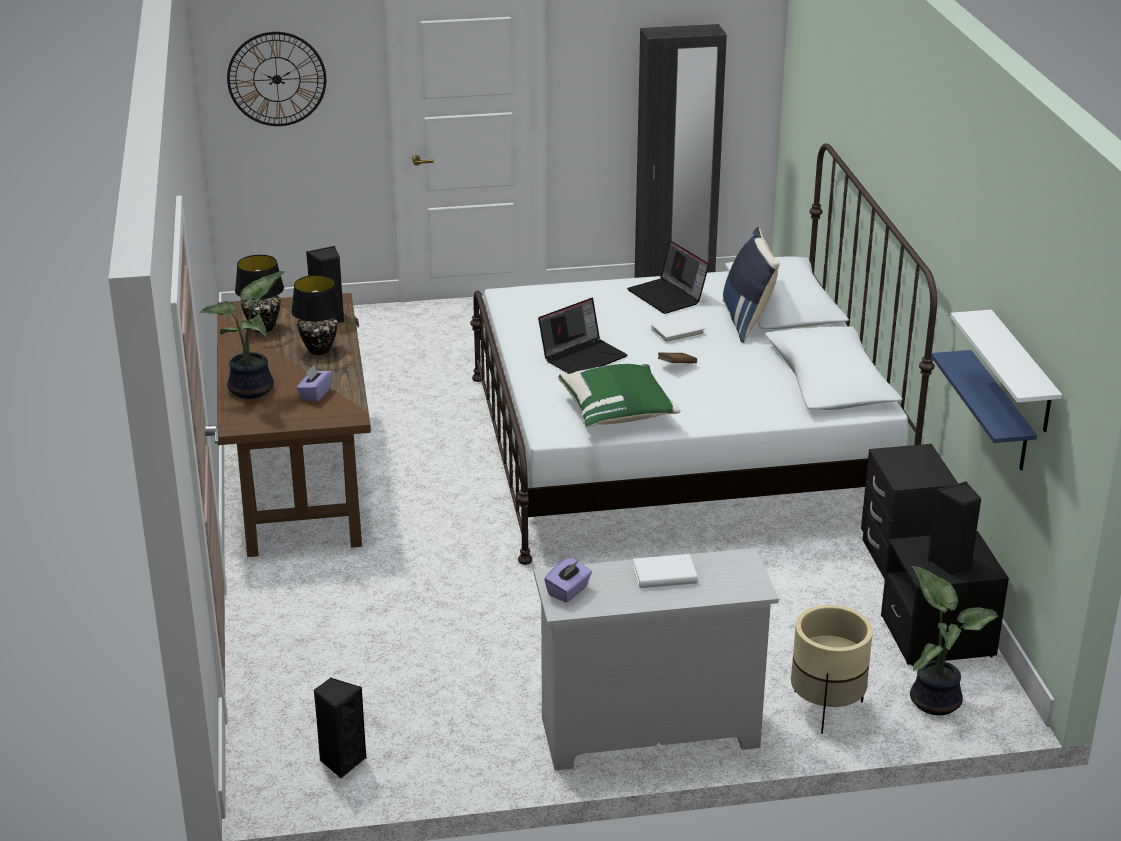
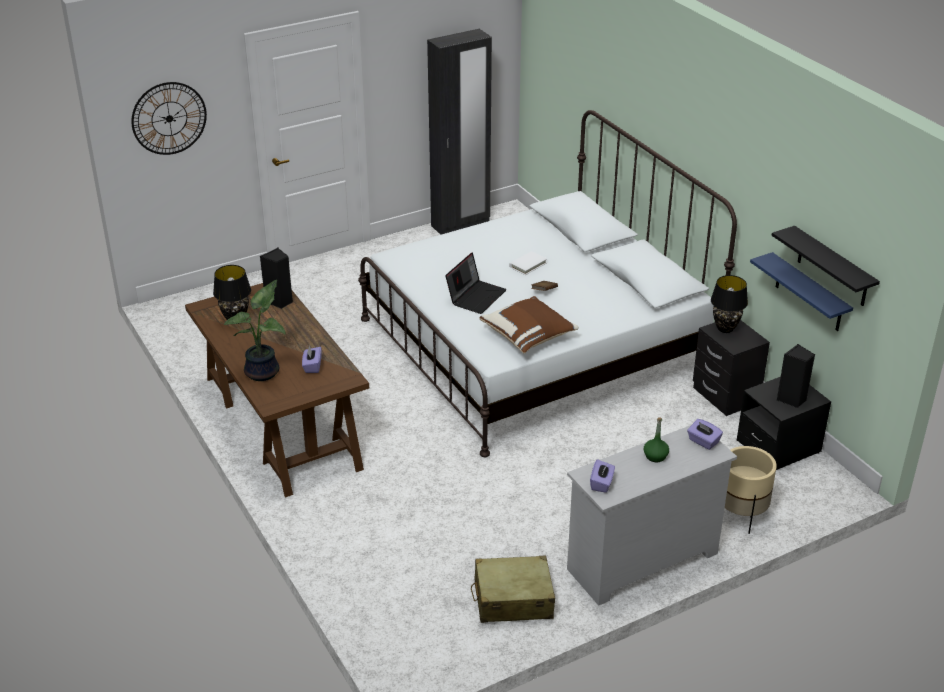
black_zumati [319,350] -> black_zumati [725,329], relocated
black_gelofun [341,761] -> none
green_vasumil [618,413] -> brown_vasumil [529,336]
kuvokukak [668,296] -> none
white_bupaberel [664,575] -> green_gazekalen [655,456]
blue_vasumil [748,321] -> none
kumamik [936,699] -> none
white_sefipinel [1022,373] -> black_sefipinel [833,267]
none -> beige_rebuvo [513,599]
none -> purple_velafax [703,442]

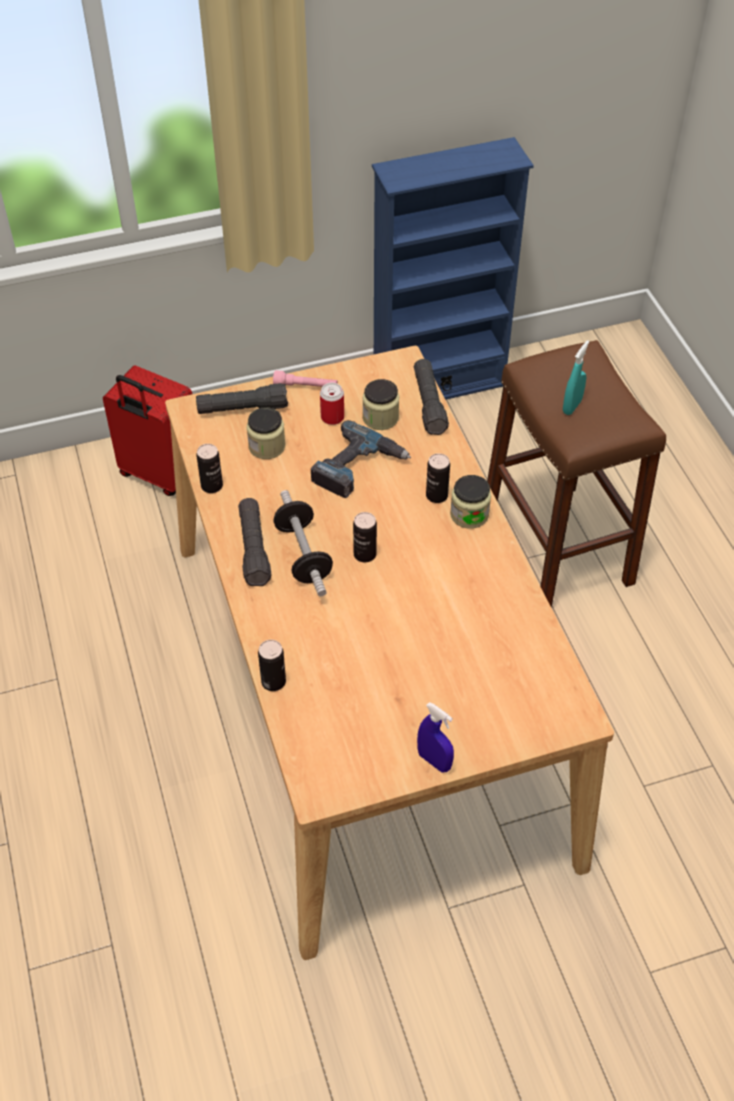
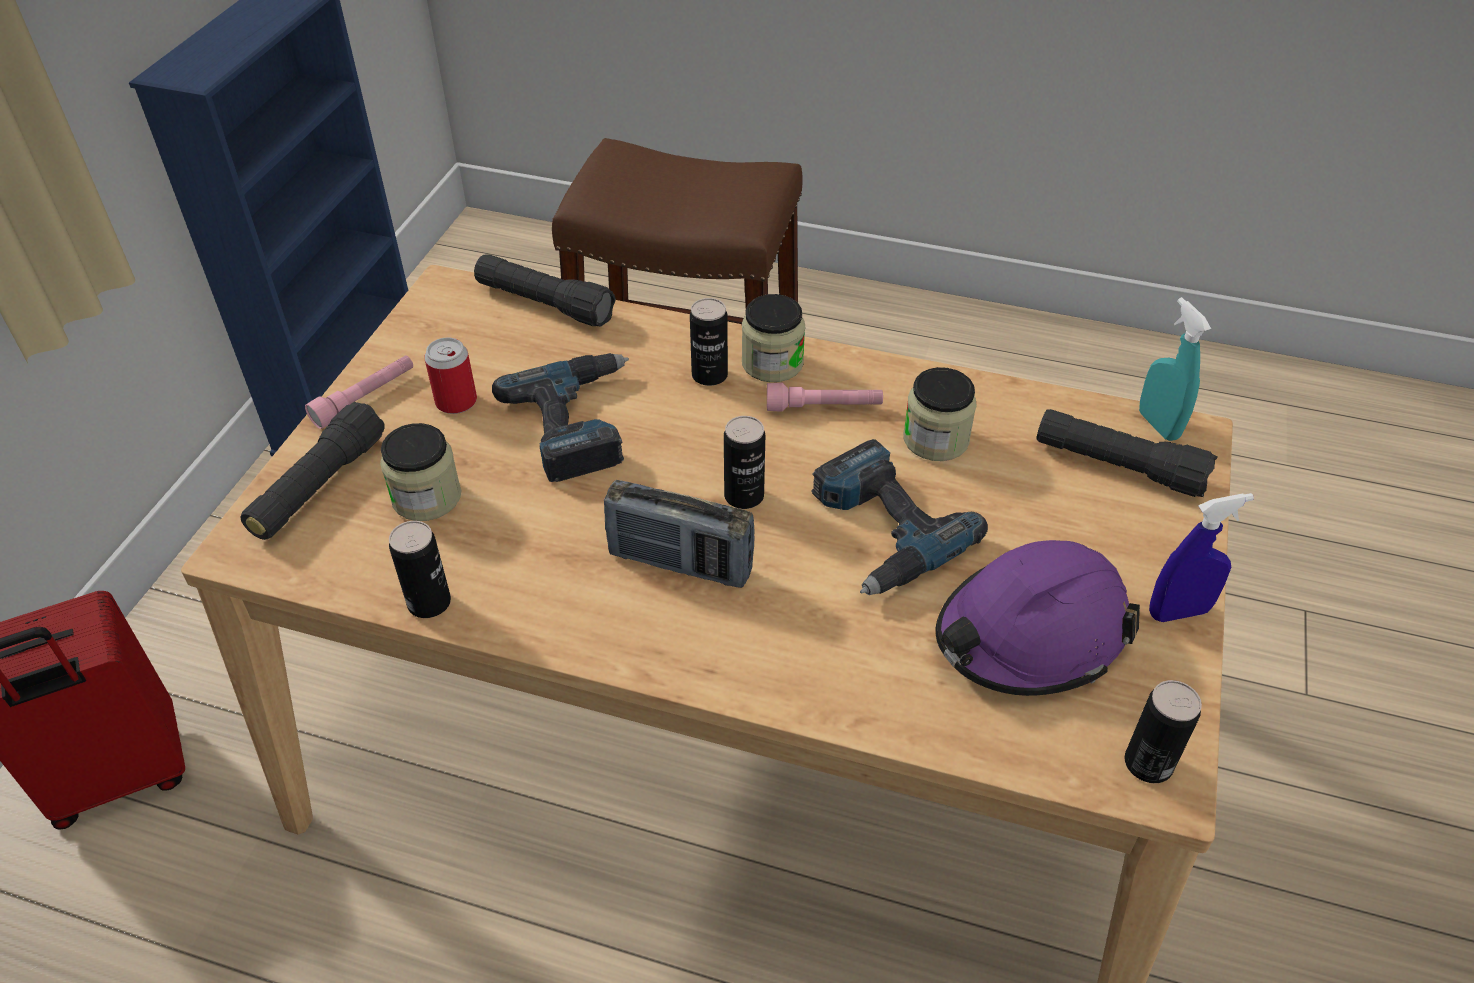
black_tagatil [253,549] -> black_tagatil [1118,466], relocated
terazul [273,681] -> terazul [1148,763], relocated
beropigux [303,554] -> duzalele [680,563]
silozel [380,418] -> silozel [935,439], relocated
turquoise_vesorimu [572,406] -> turquoise_vesorimu [1158,425], relocated
none -> pink_tagatil [824,407]
none -> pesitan [880,531]
none -> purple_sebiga [1030,635]

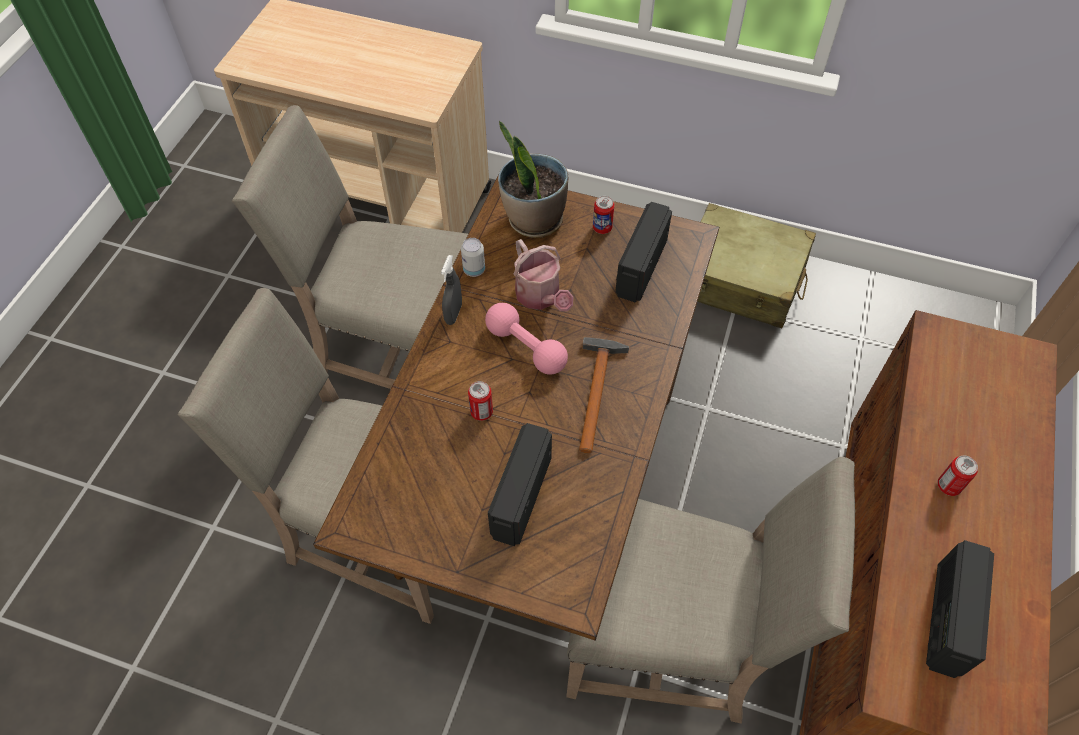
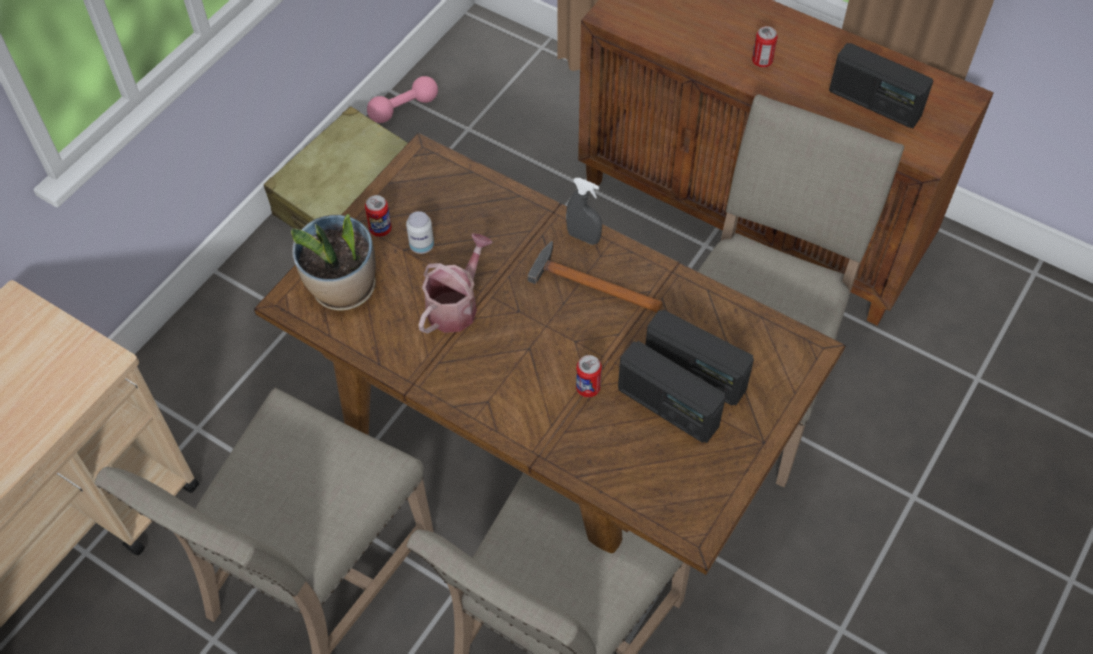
grey_vesorimu [453,314] -> grey_vesorimu [583,237], relocated
terazul [474,270] -> terazul [422,246], relocated
pink_beropigux [526,347] -> pink_beropigux [404,108], relocated
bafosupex [541,297] -> bafosupex [456,305], 45 degrees counterclockwise
duzalele [640,267] -> duzalele [667,407], relocated

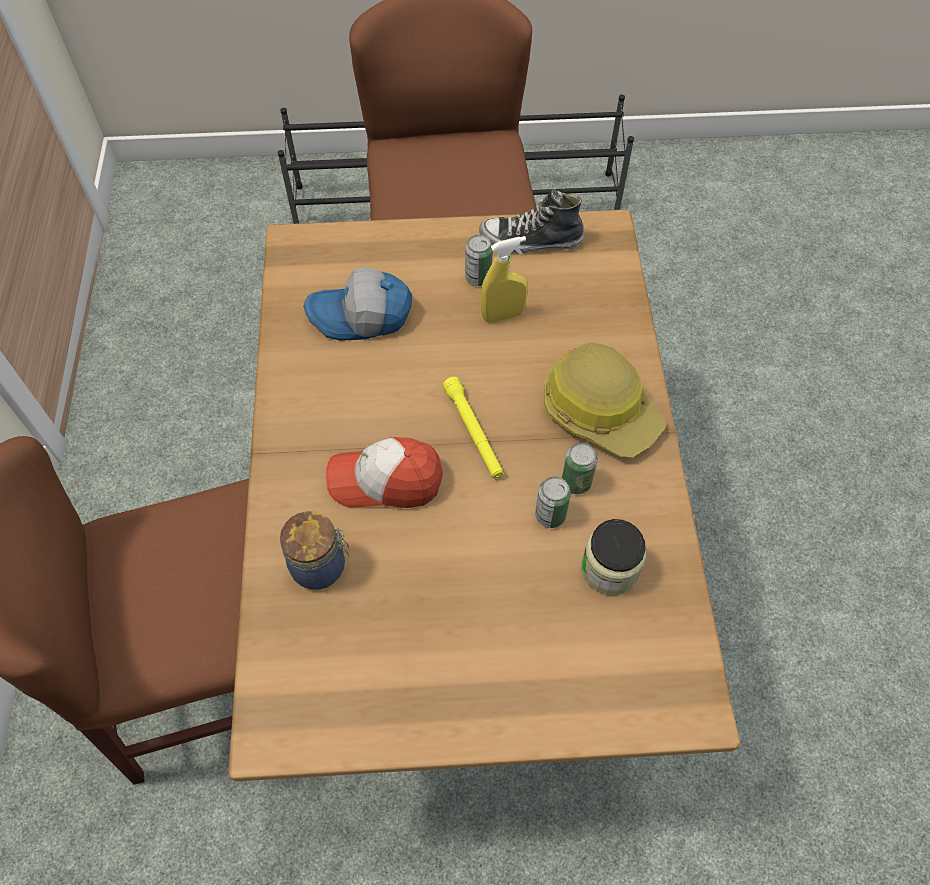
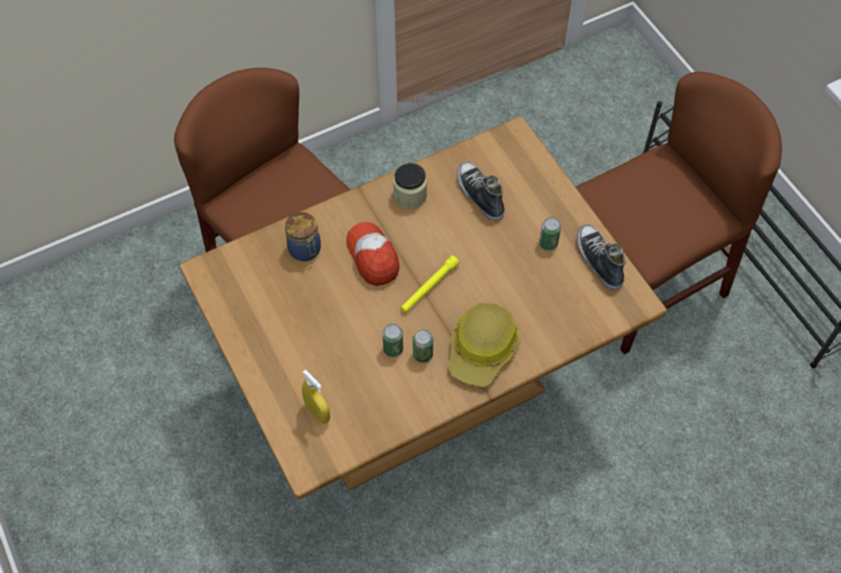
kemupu [361,317] -> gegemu [479,195]
yellow_vesorimu [503,315] -> yellow_vesorimu [317,412], relocated
silozel [609,569] -> silozel [410,196], relocated

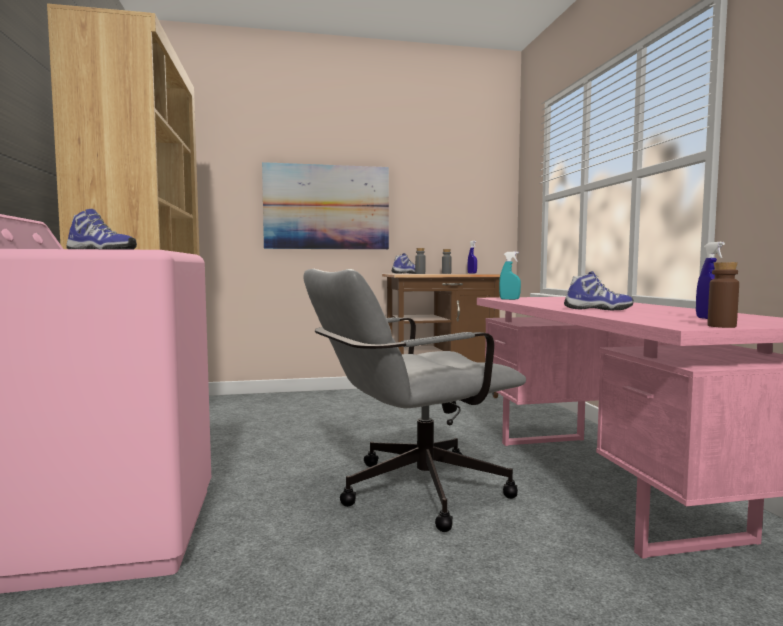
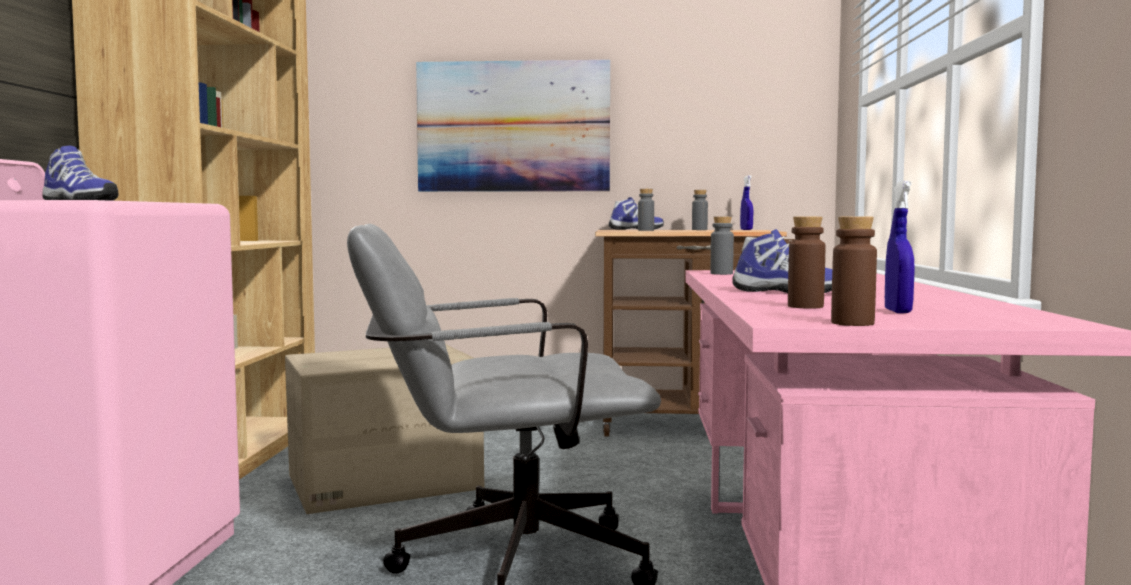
turquoise_vesorimu [509,299] -> grey_gazekalen [721,273]
none -> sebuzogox [384,483]
none -> brown_gazekalen [805,306]

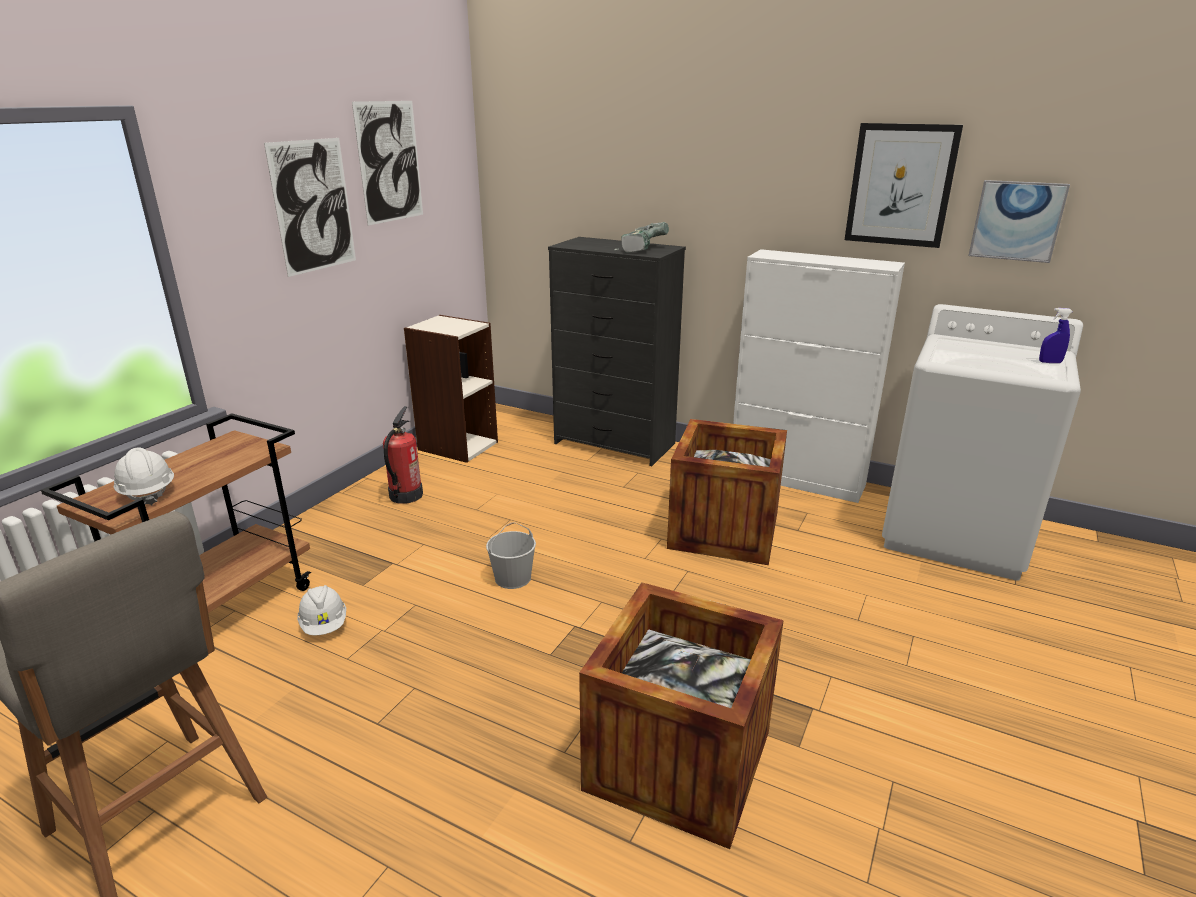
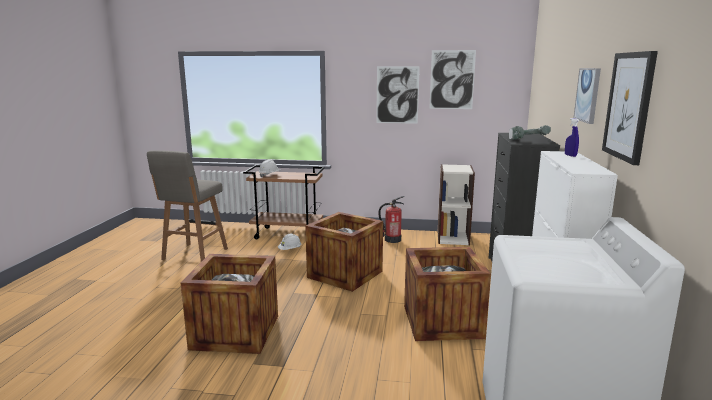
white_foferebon [513,577] -> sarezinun [345,274]
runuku [1017,221] -> runuku [588,95], relocated
blue_vesorimu [1050,362] -> blue_vesorimu [570,155], relocated

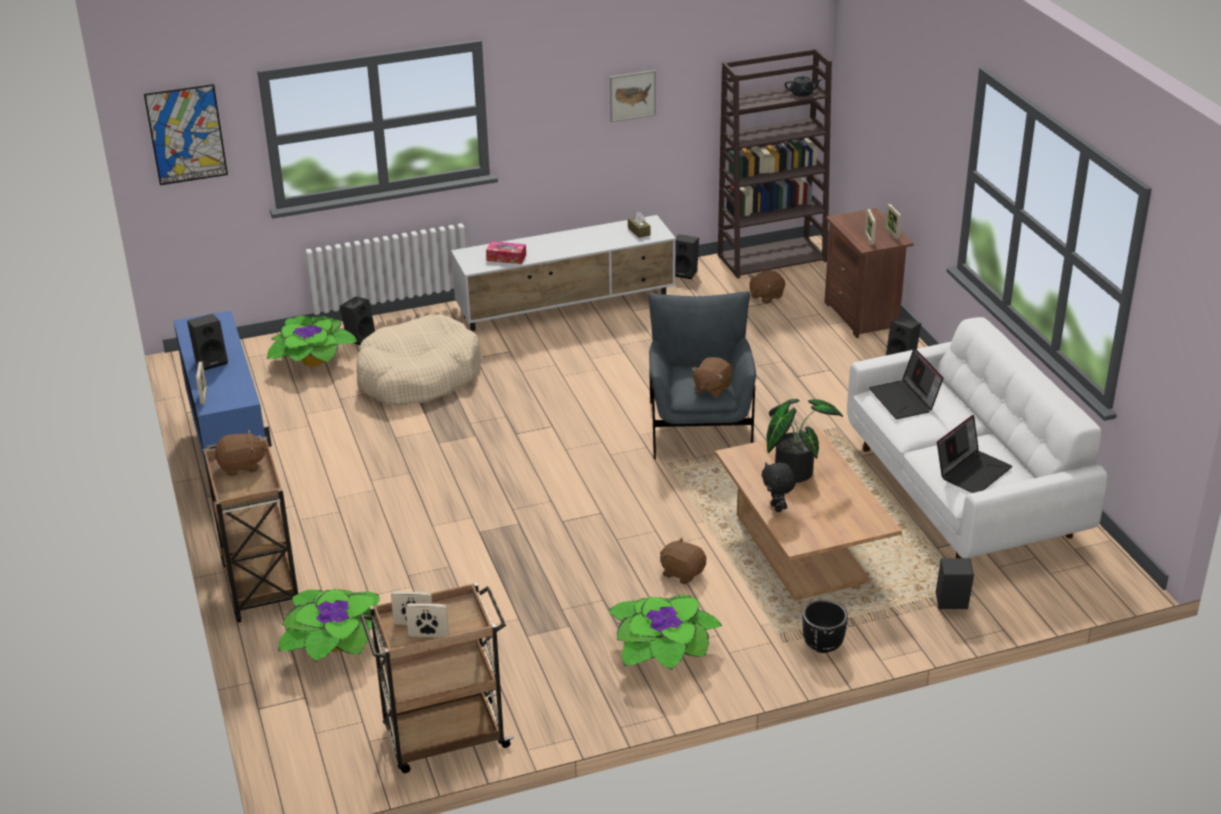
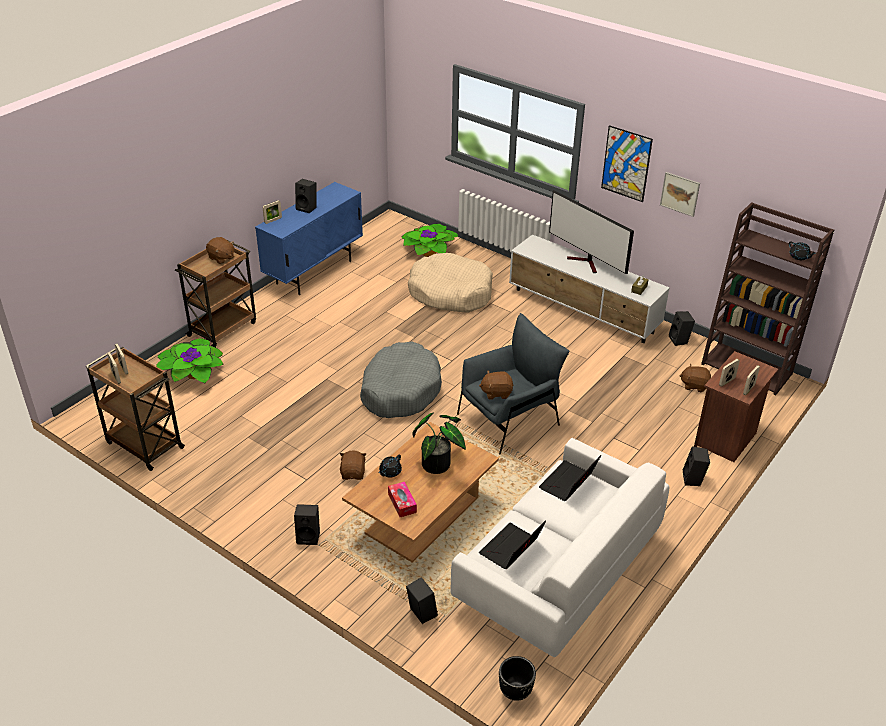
runuku [186,134] -> runuku [626,163], relocated
black_gelofun [359,337] -> black_gelofun [309,536], relocated
velafax [506,258] -> velafax [402,503], relocated
kumamik [662,652] -> none
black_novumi [777,508] -> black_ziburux [390,472]
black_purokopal [823,646] -> black_purokopal [515,691], relocated
kuvokukak [972,471] -> kuvokukak [511,549], 120 degrees clockwise
none -> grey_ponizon [400,390]
none -> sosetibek [586,263]

